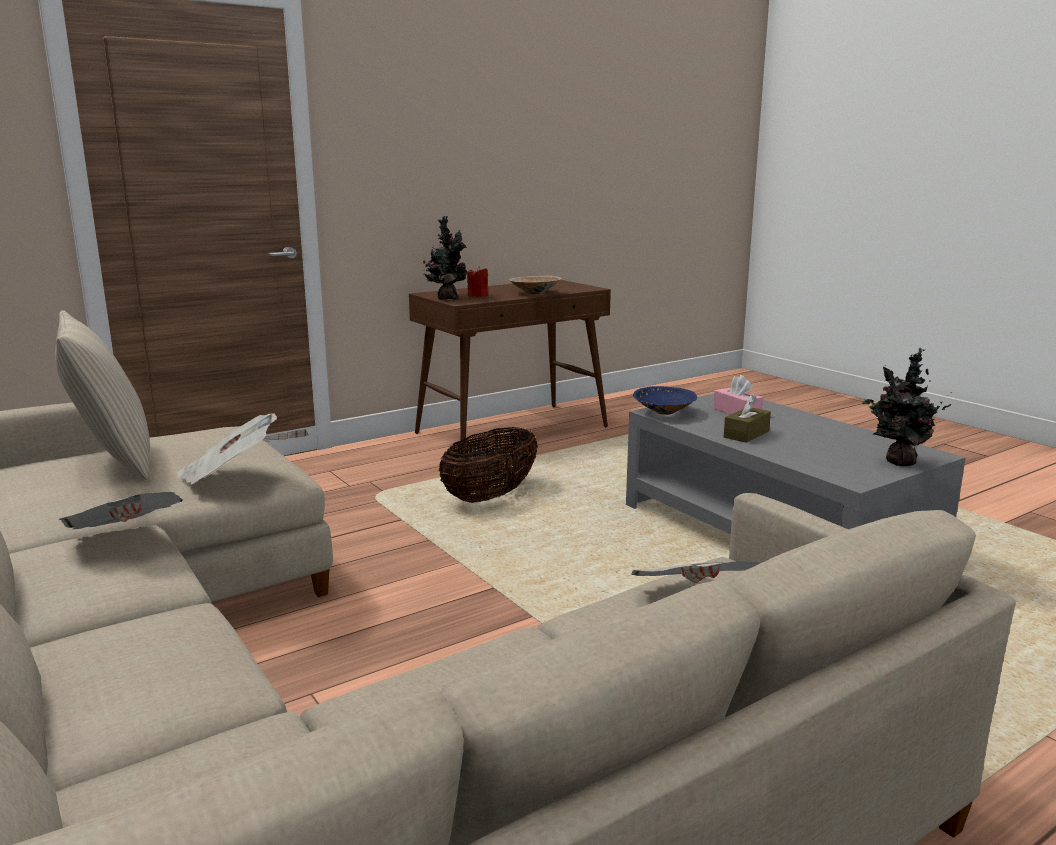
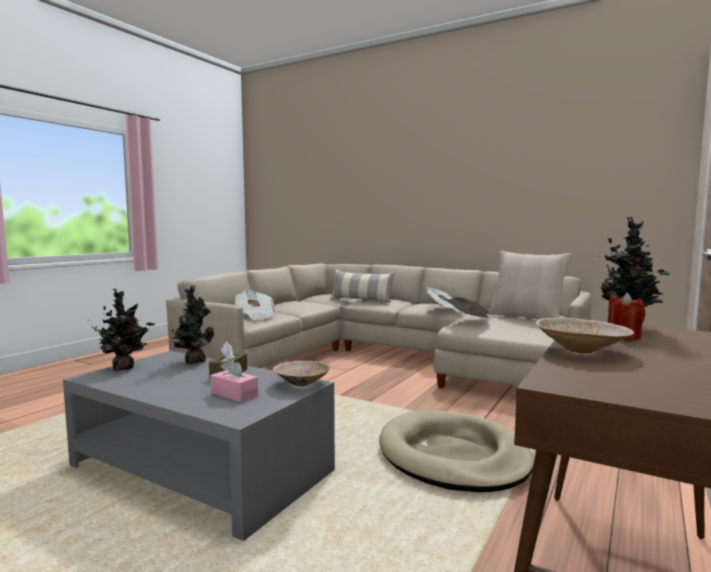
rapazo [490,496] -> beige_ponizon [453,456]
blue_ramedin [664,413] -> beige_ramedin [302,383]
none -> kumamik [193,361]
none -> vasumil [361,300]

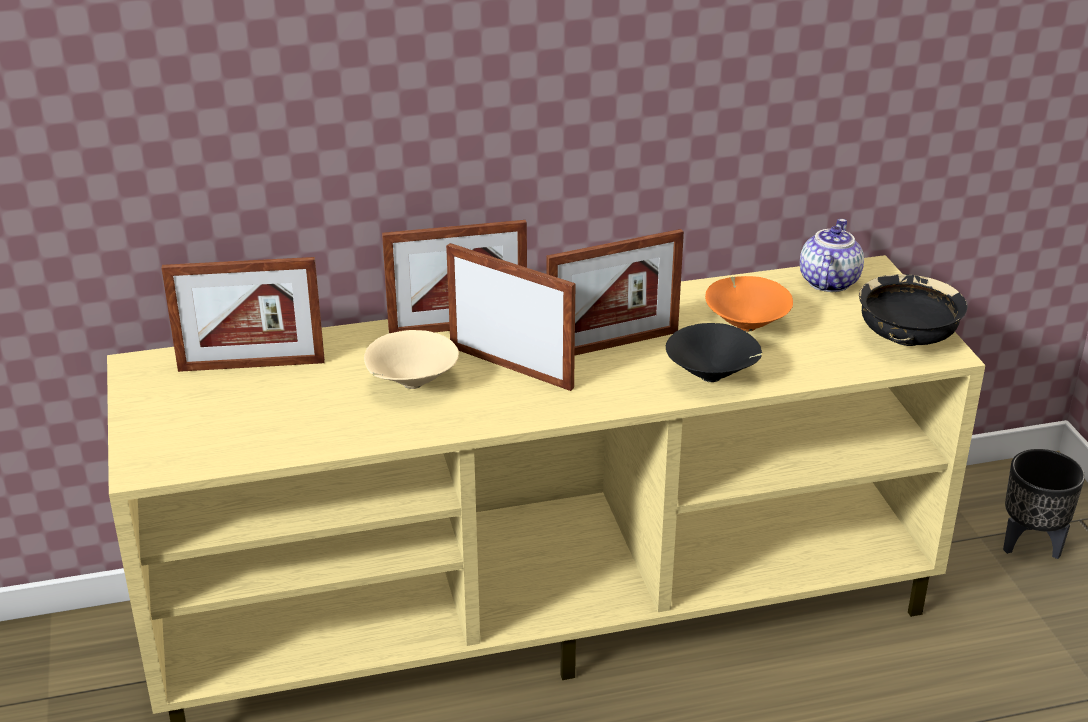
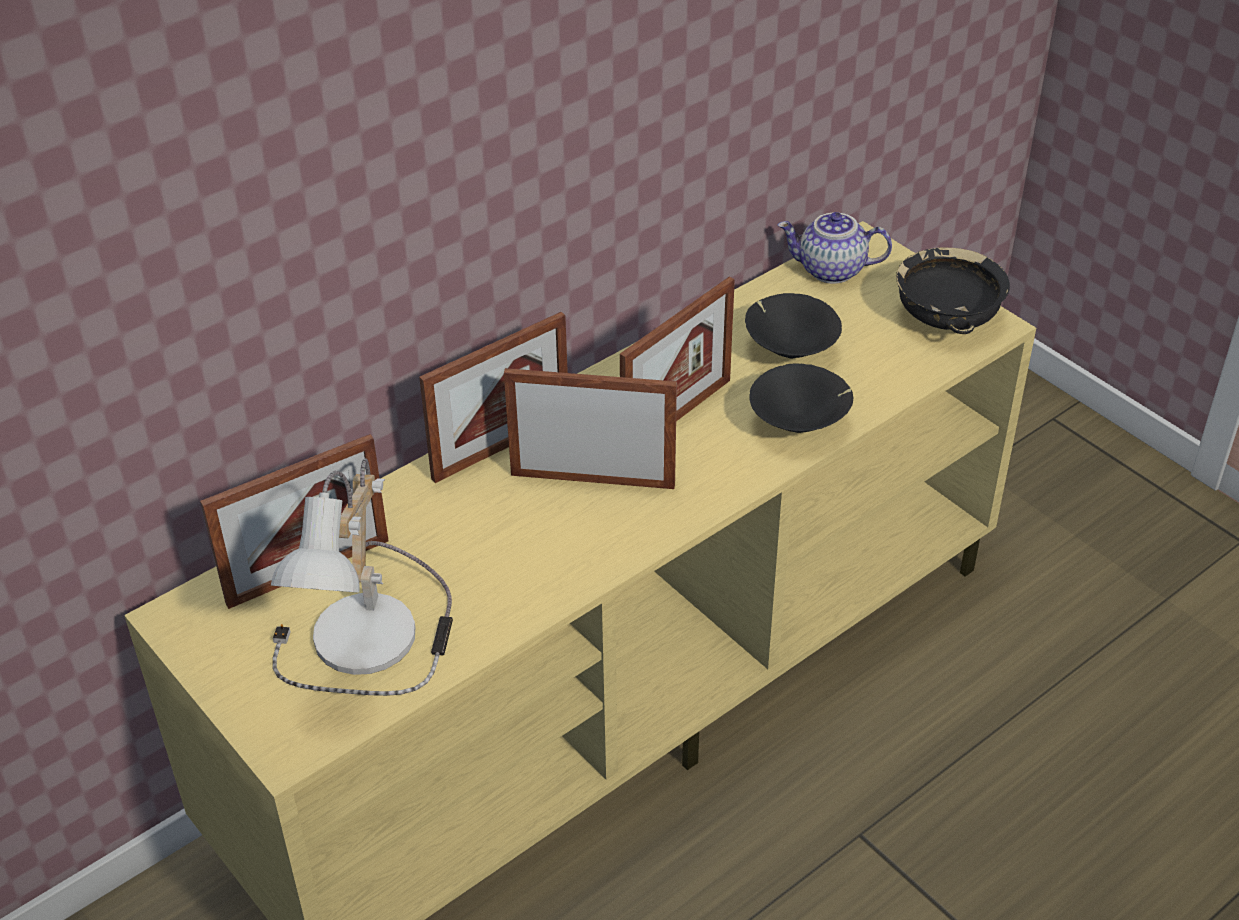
beige_ramedin [411,384] -> none
orange_ramedin [745,325] -> black_ramedin [789,350]
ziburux [827,281] -> ziburux [830,271], 75 degrees counterclockwise
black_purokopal [1029,545] -> none
none -> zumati [373,641]

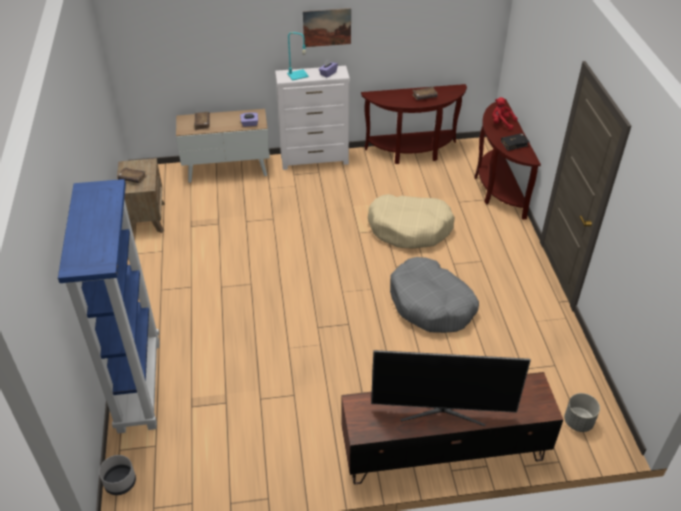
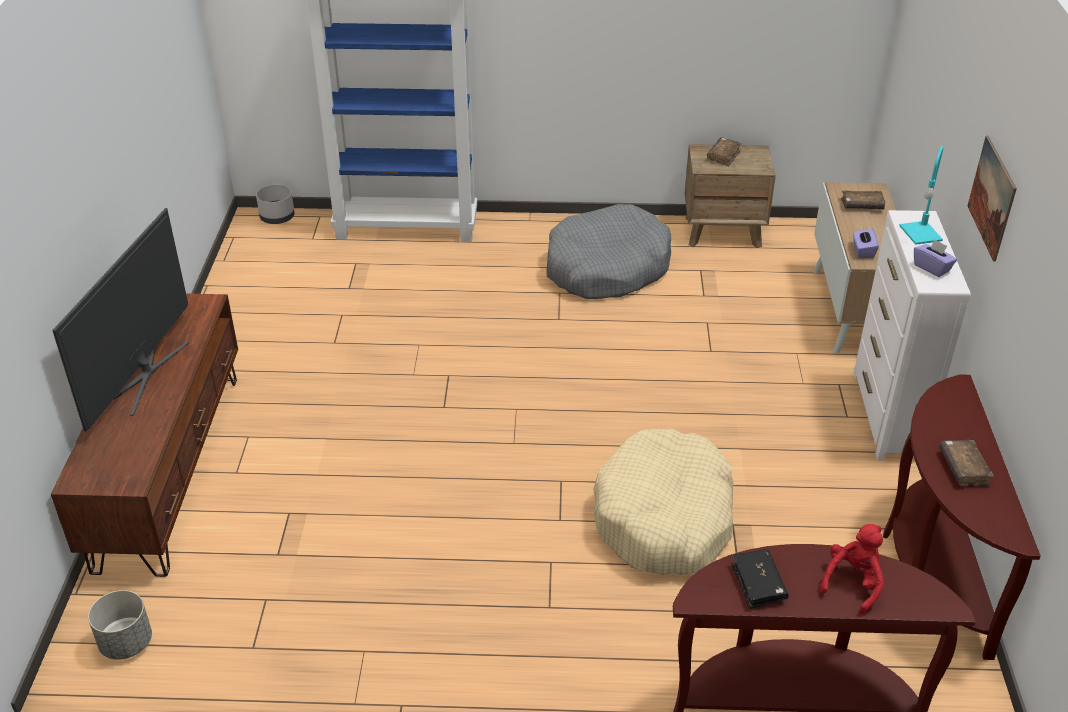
grey_ponizon [431,304] -> grey_ponizon [606,268], relocated

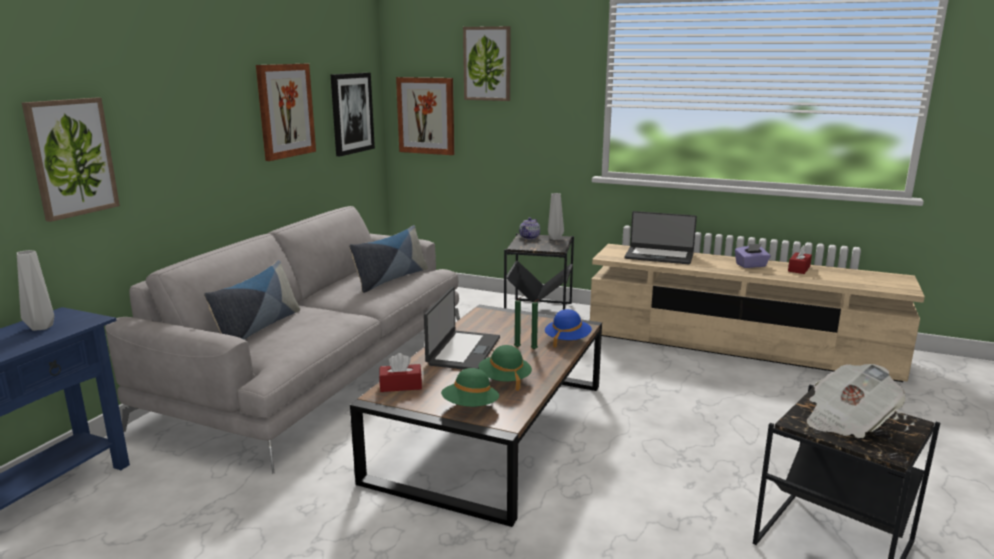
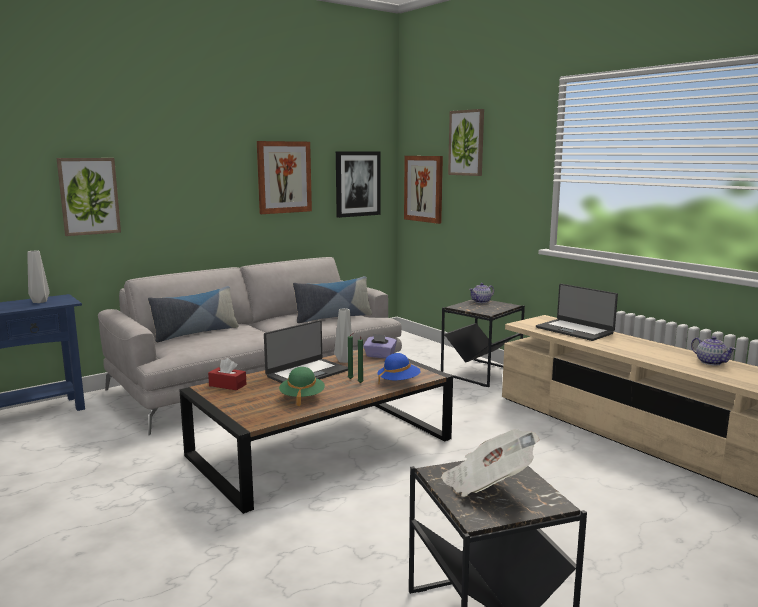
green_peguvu [470,407] -> none
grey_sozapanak [554,238] -> grey_sozapanak [343,361], relocated
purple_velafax [751,265] -> purple_velafax [379,356], relocated
red_velafax [799,269] -> ziburux [710,362]

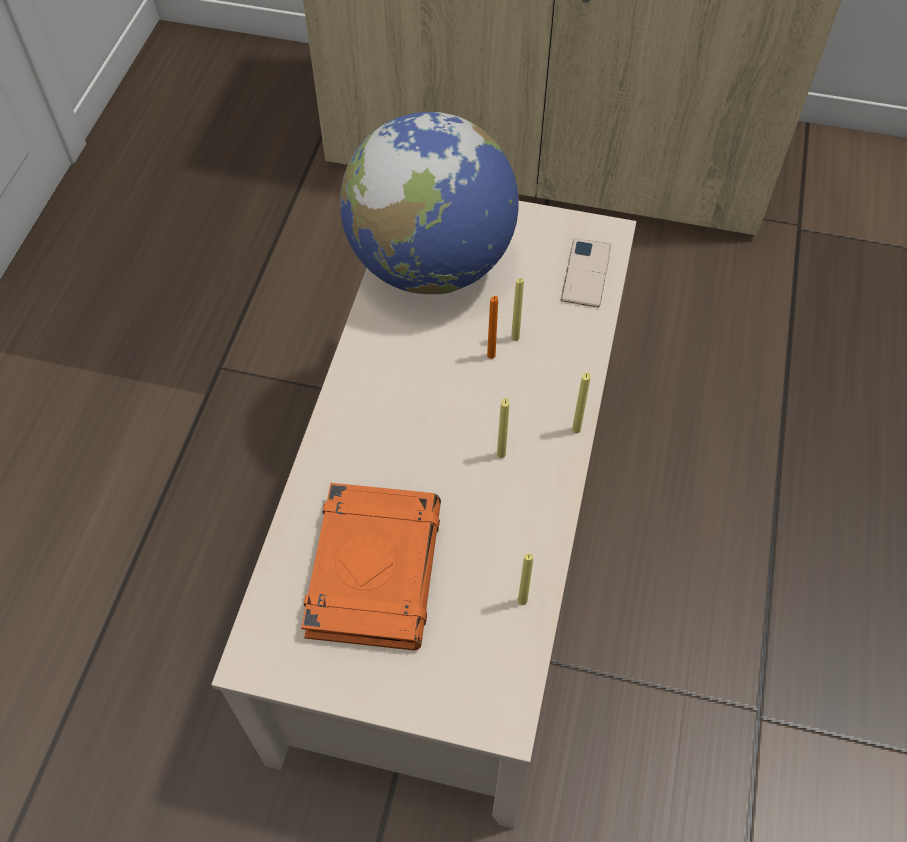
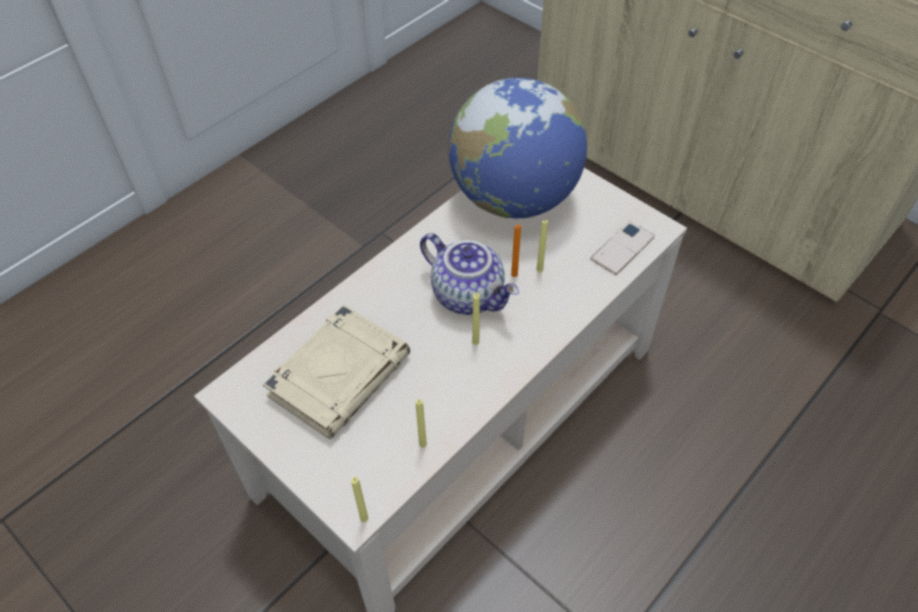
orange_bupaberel [373,568] -> beige_bupaberel [340,374]
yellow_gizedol [576,429] -> yellow_gizedol [364,518], relocated
none -> ziburux [469,294]

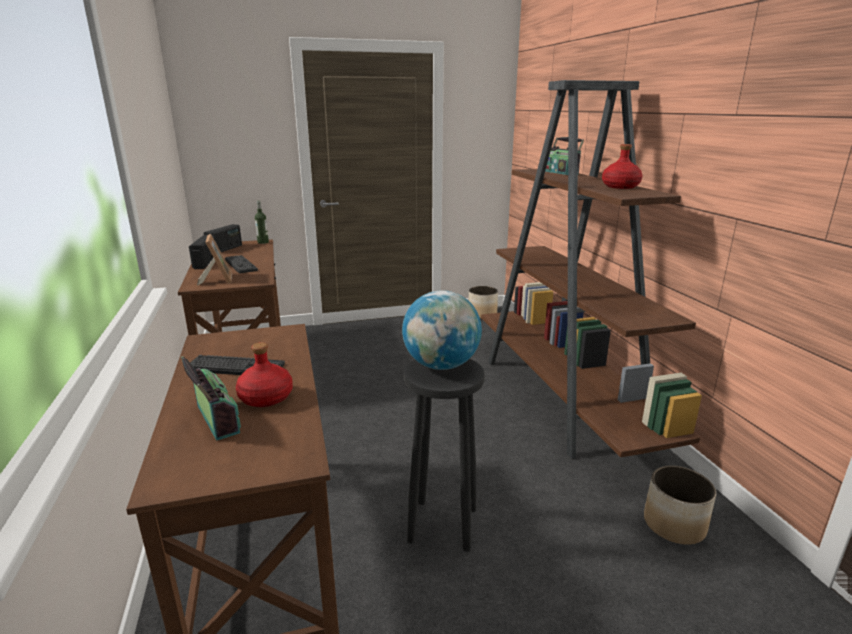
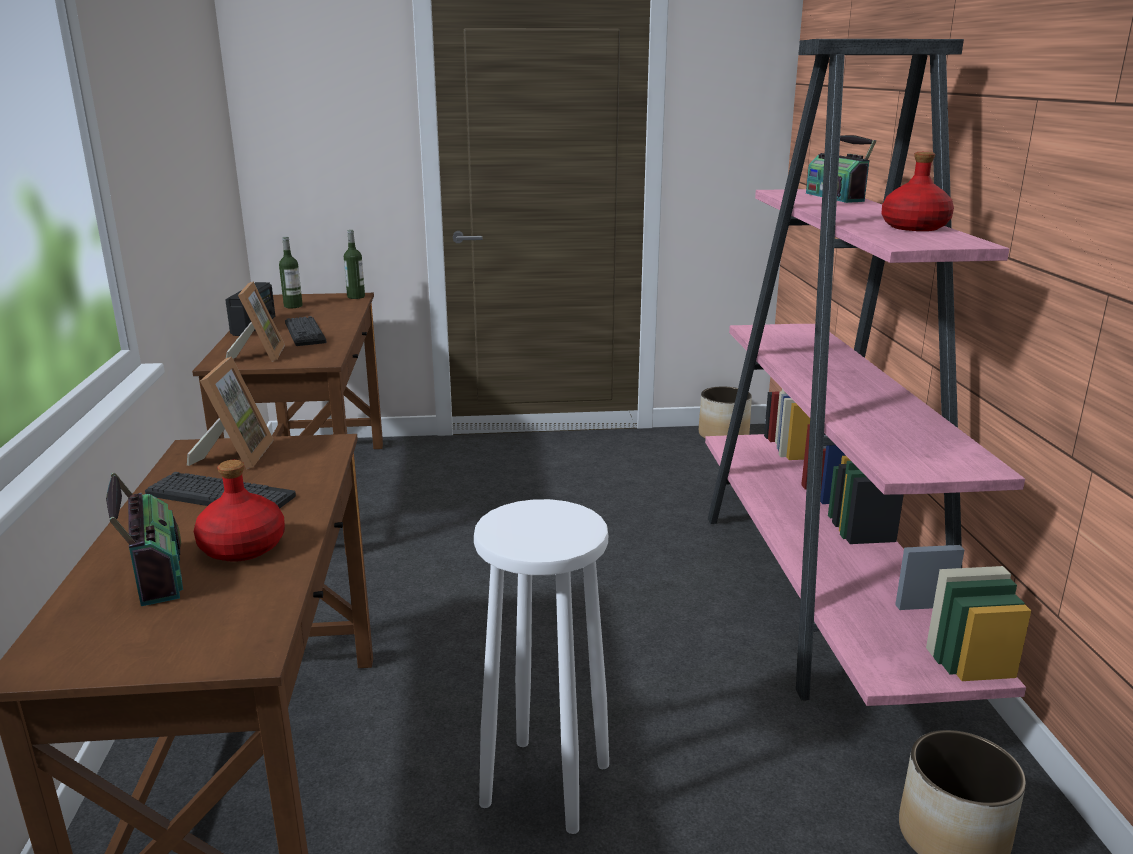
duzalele [225,249] -> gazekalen [293,306]
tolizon [441,365] -> none
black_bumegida [442,525] -> white_bumegida [545,785]
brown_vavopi [563,399] -> pink_vavopi [819,594]
none -> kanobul [235,455]

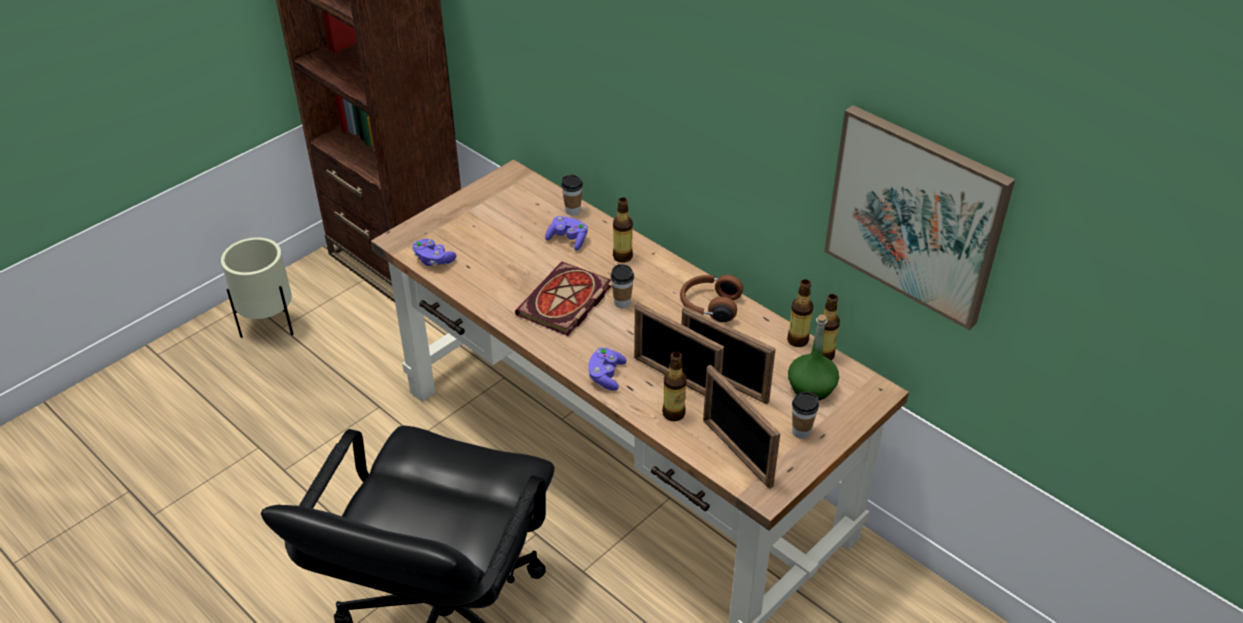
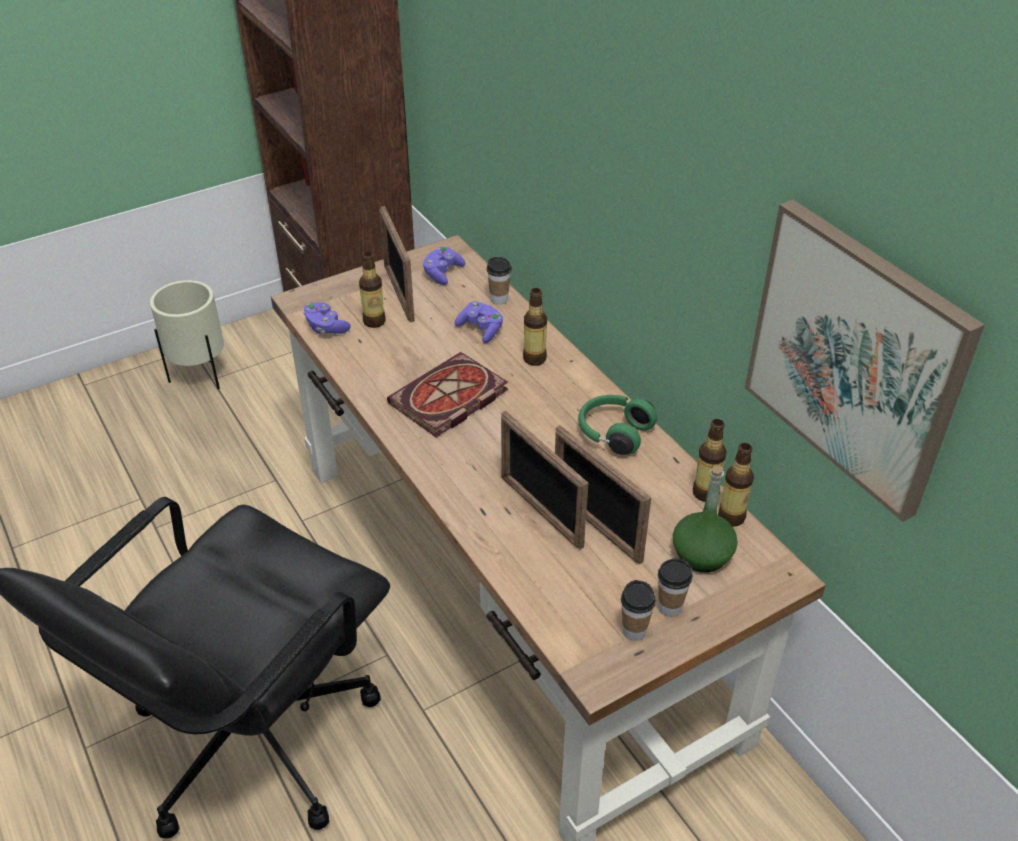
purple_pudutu [606,376] -> purple_pudutu [442,273], relocated
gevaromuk [622,303] -> gevaromuk [634,631], relocated
gazekalen [673,413] -> gazekalen [374,321], relocated
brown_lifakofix [709,306] -> green_lifakofix [613,433]
kanobul [736,452] -> kanobul [399,293], relocated

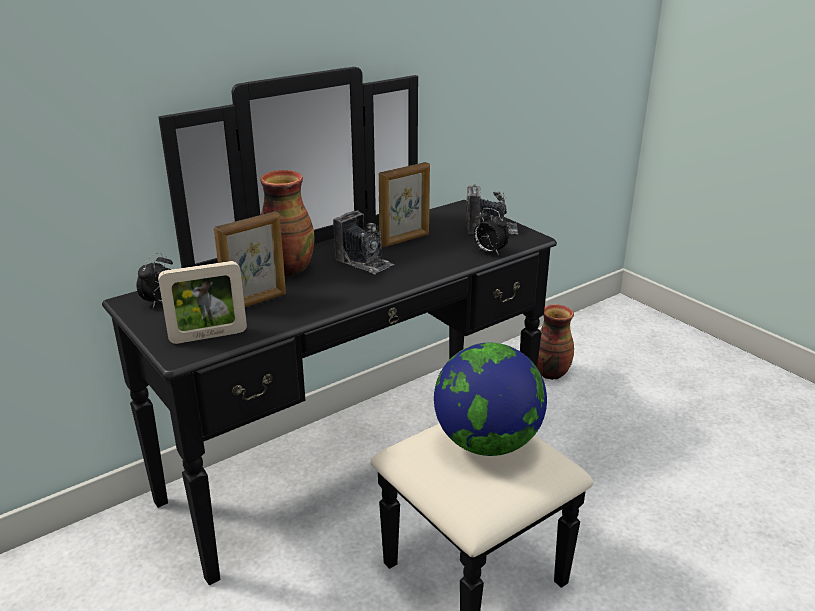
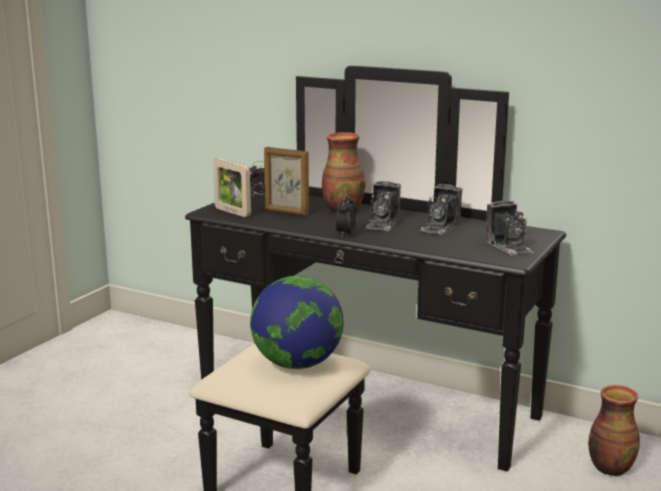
kanobul [405,240] -> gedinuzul [440,227]
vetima [489,252] -> vetima [346,234], relocated

